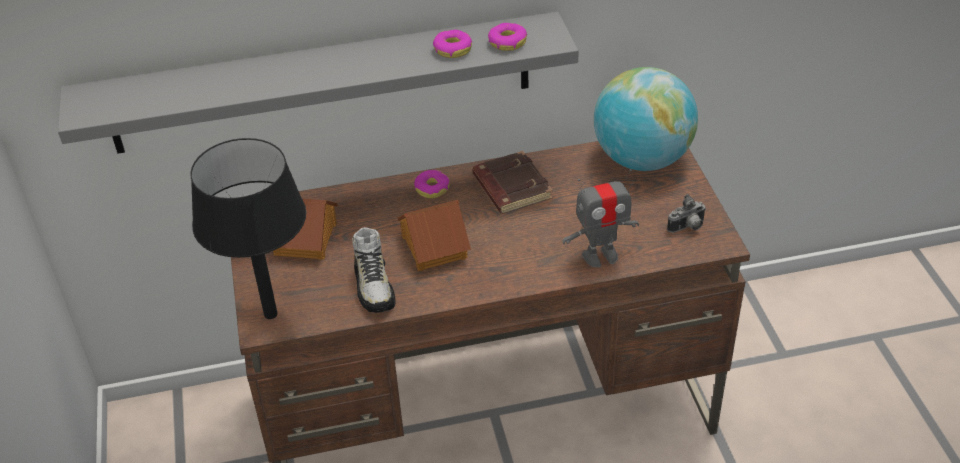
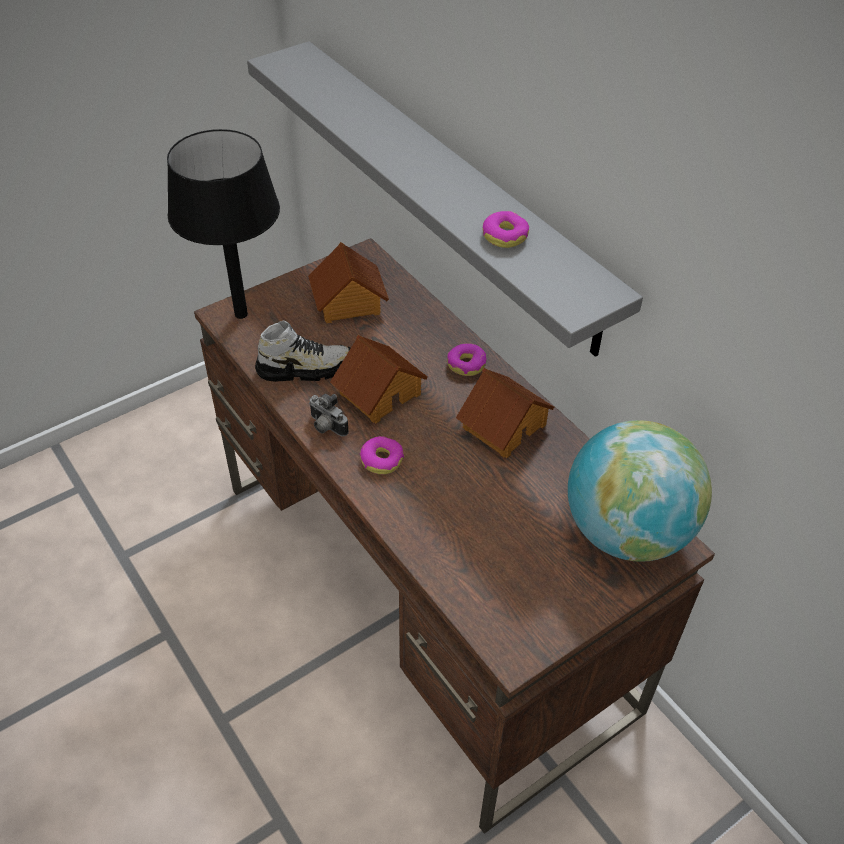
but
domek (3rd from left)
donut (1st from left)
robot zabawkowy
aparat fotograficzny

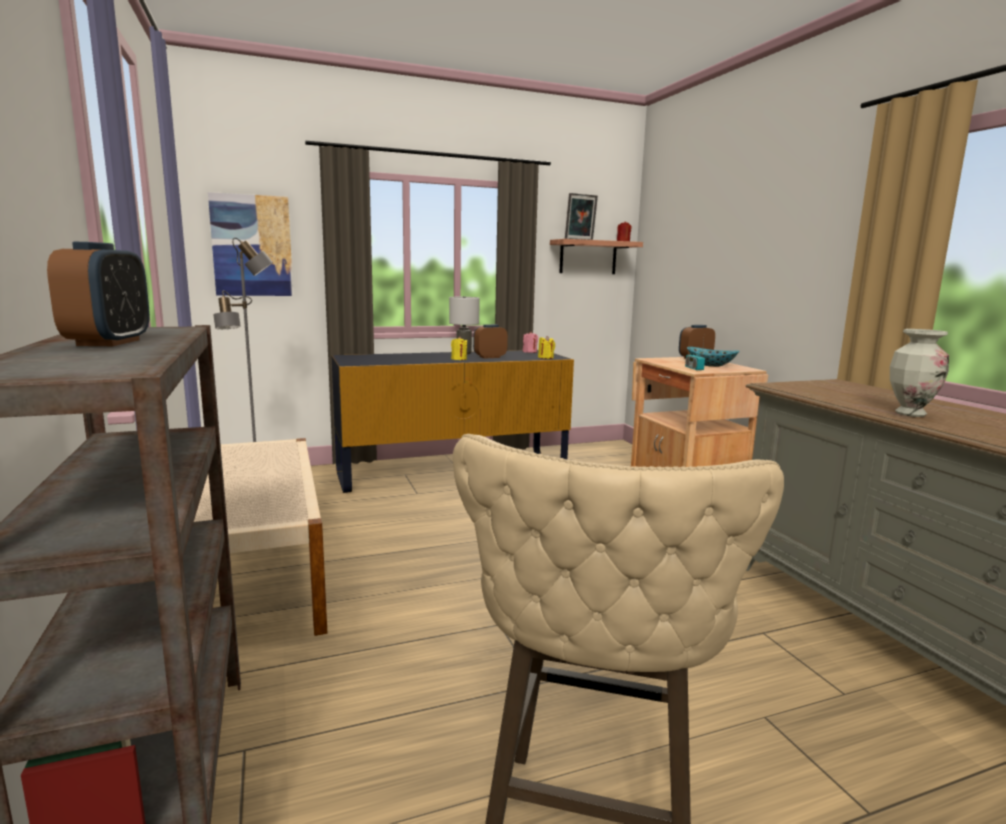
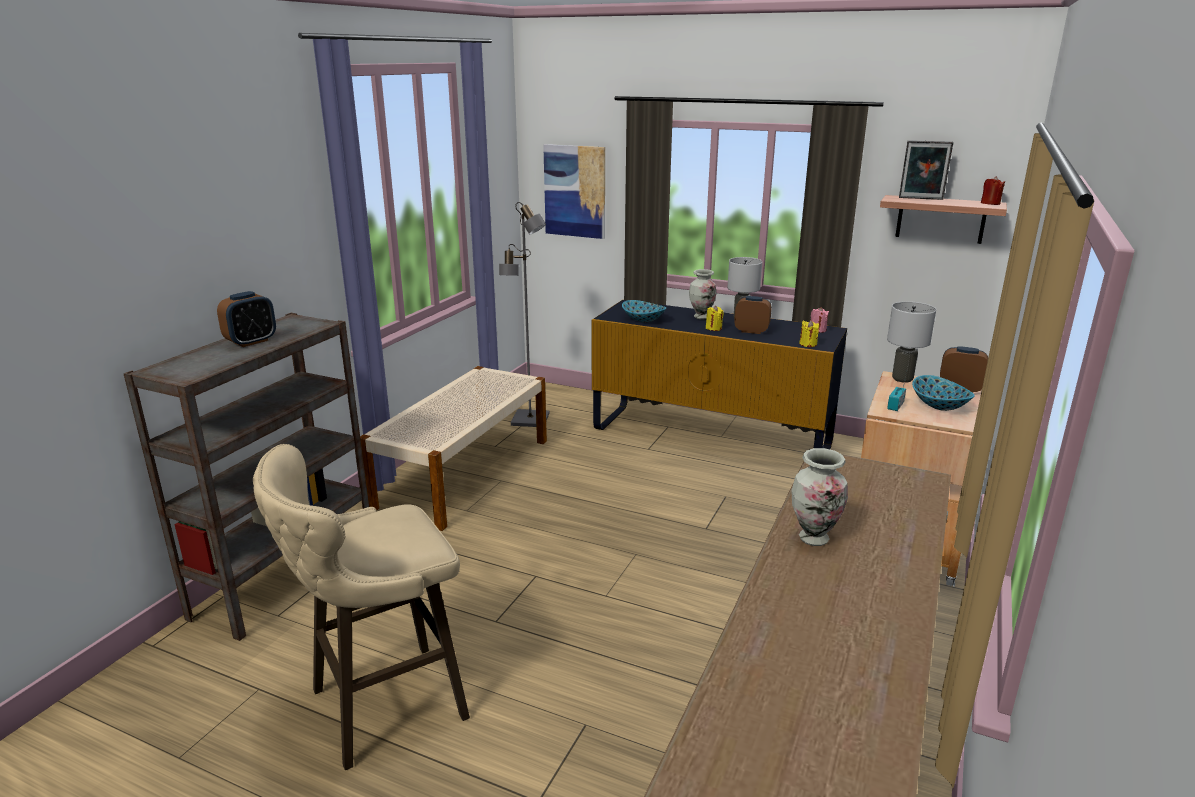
miska (1st from left)
wazon (1st from left)
lampa stołowa [biały] (2nd from left)

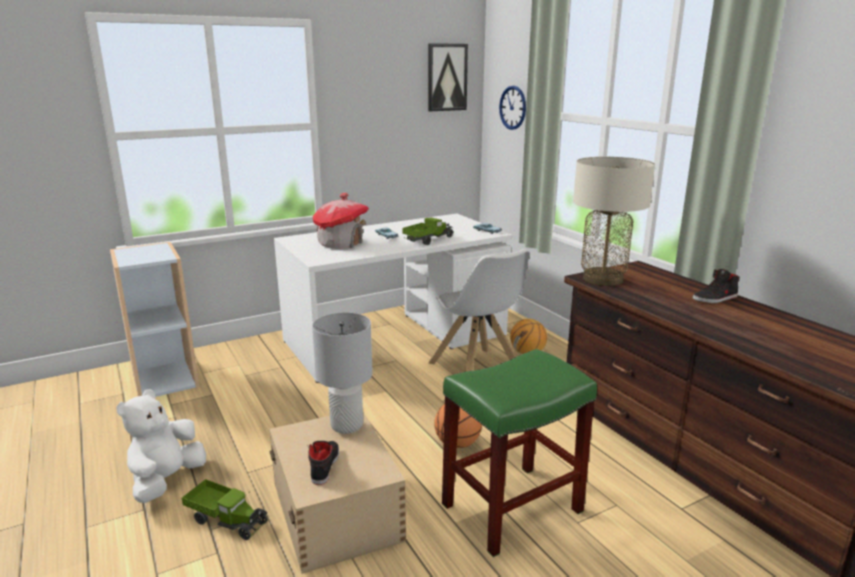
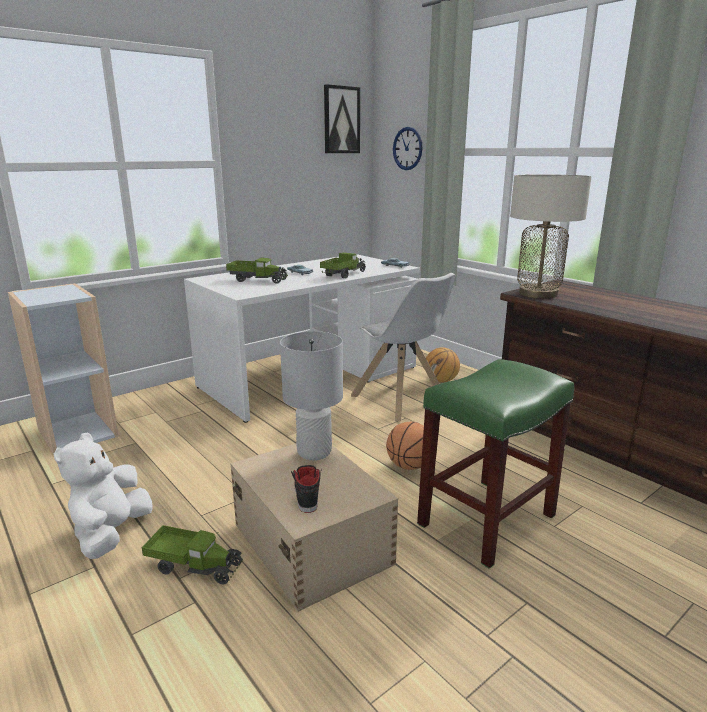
ciężarówka zabawkowa (2nd from left)
but [czarny] (2nd from left in the first image)

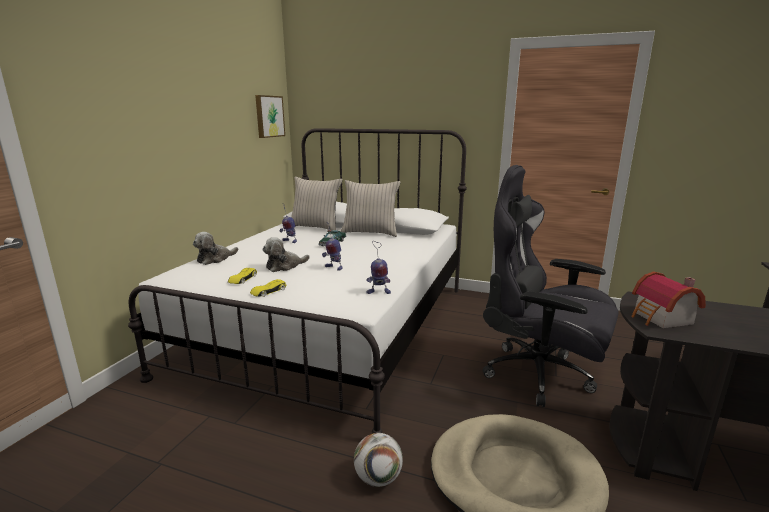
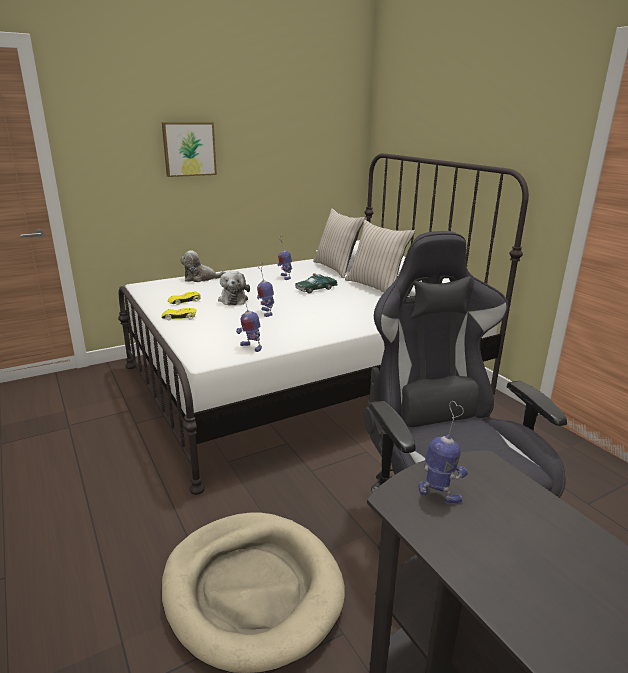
obraz
pluszak (2nd from left)
piłka futbolowa
robot zabawkowy (4th from left)

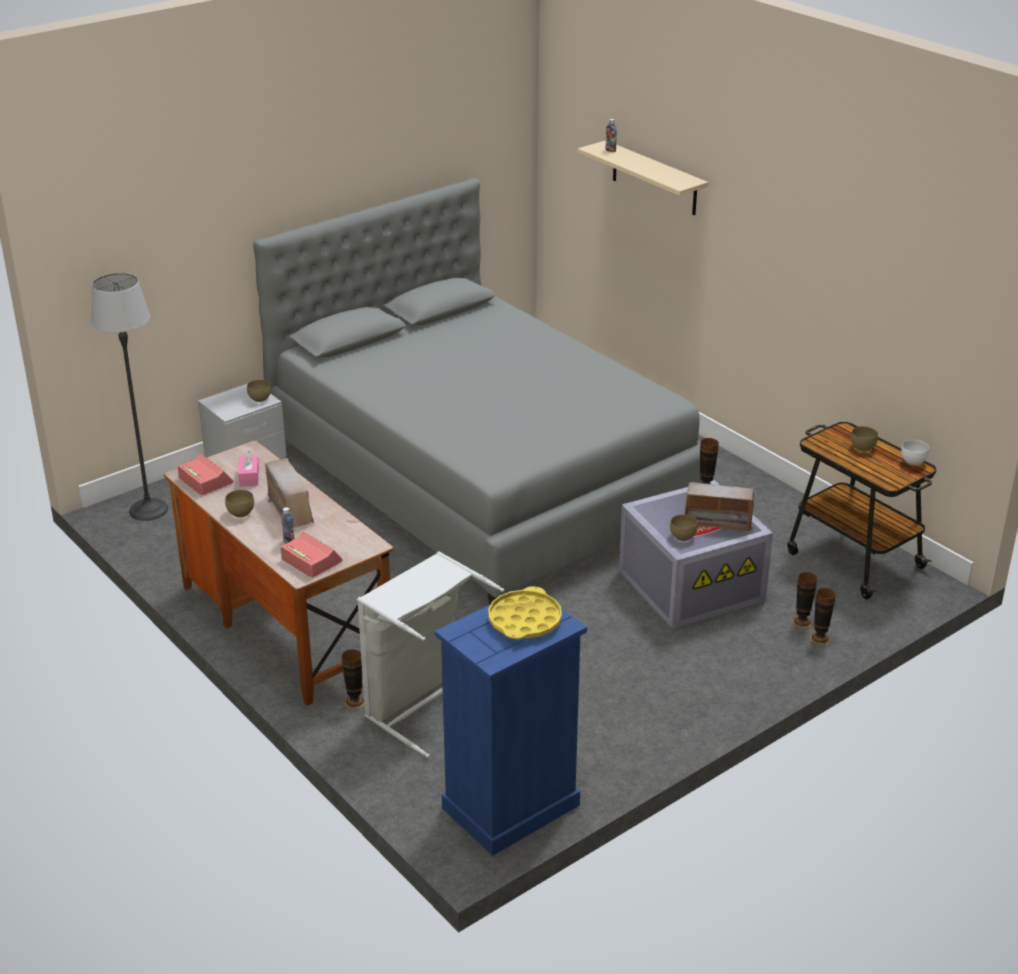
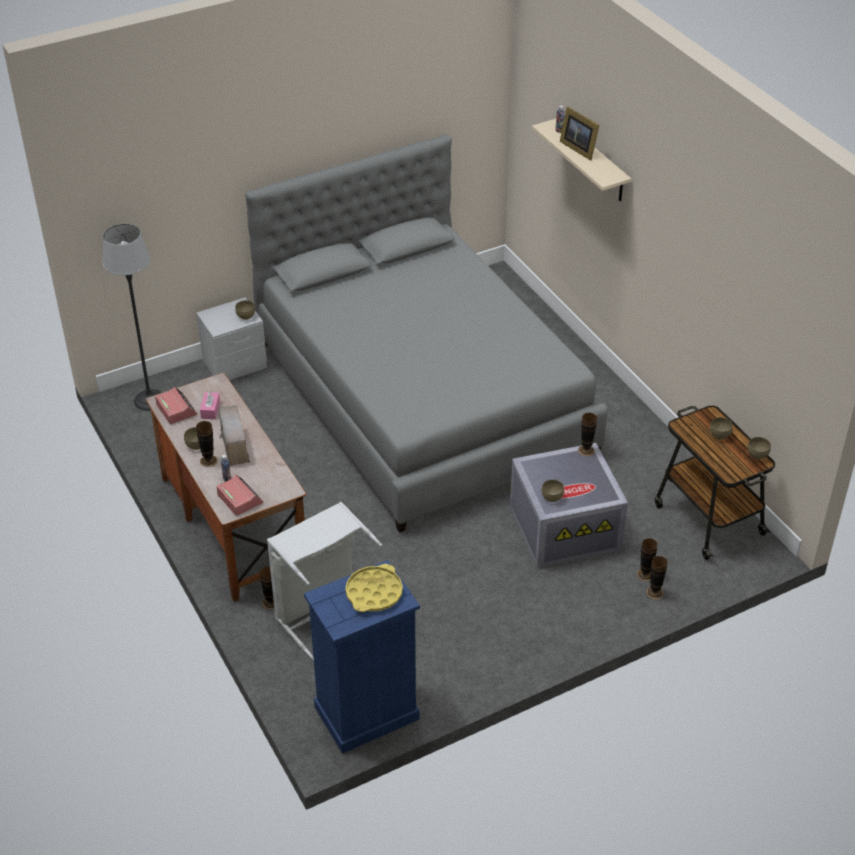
radio (2nd from left in the first image)
miska [brązowy] (5th from left)
wazon (1st from left)
ramka na zdjęcie

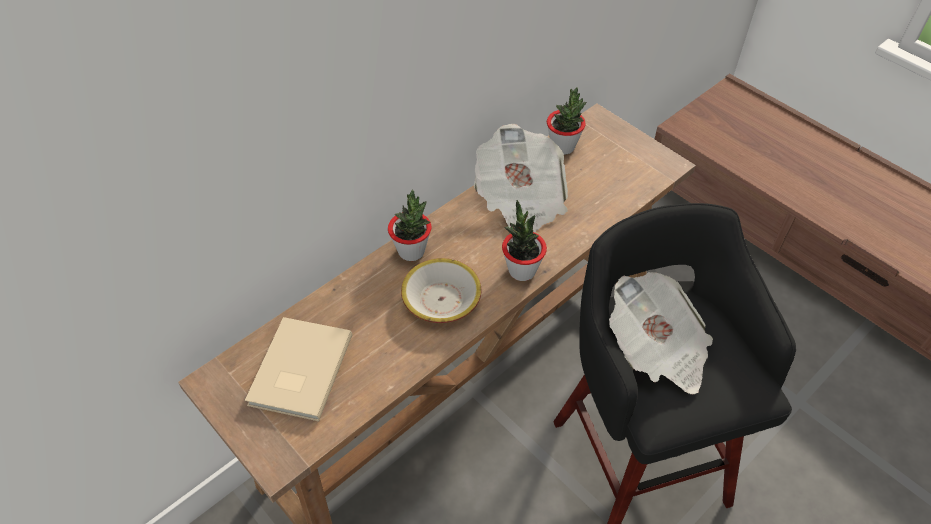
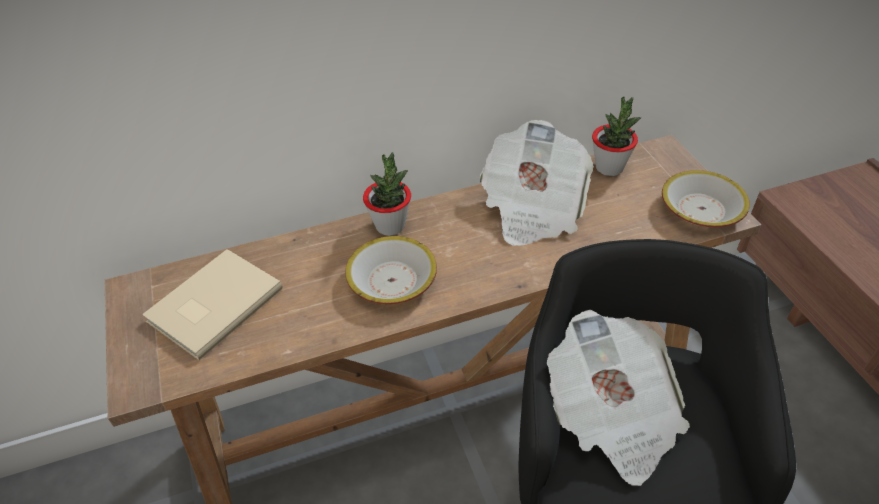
roślina doniczkowa (2nd from left in the first image)
miska (2nd from left)

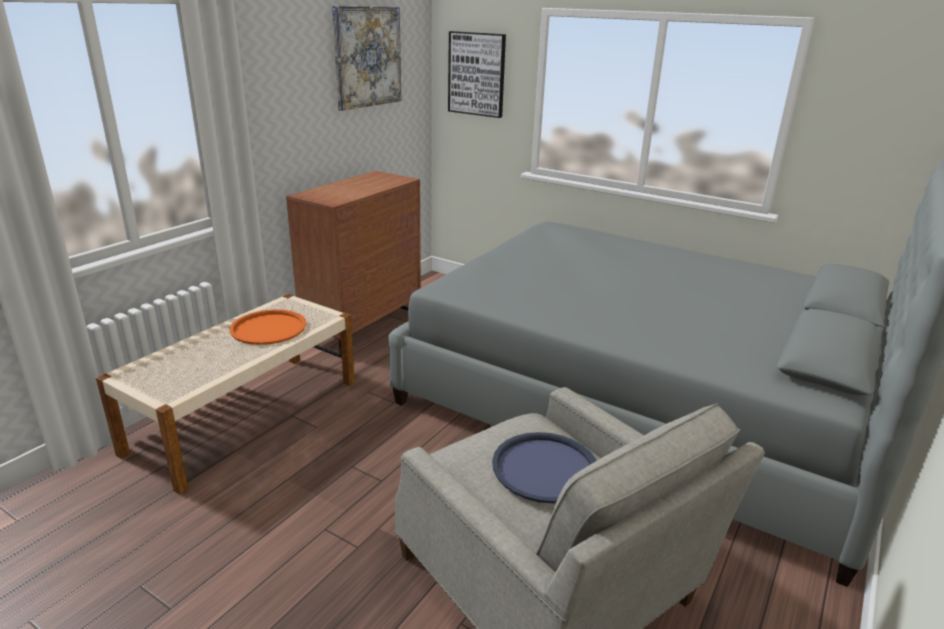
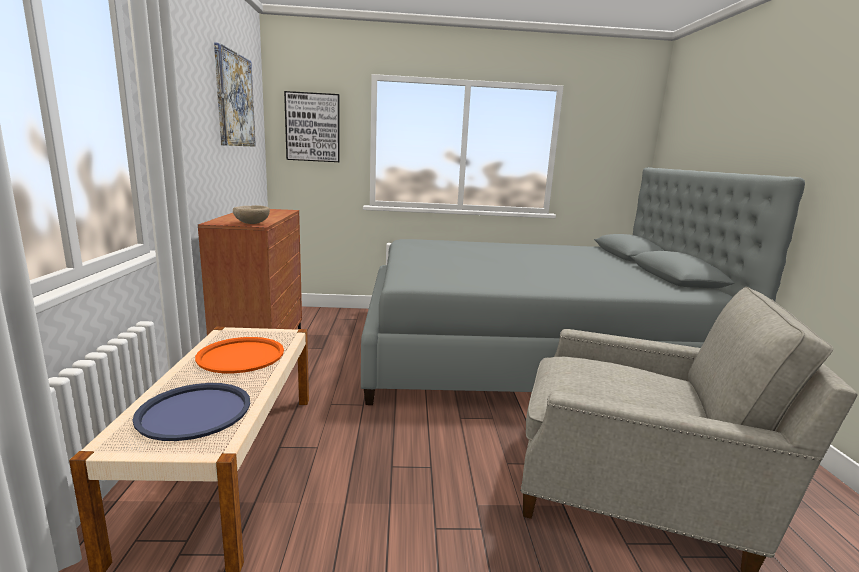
taca [niebieski]
miska [beżowy]

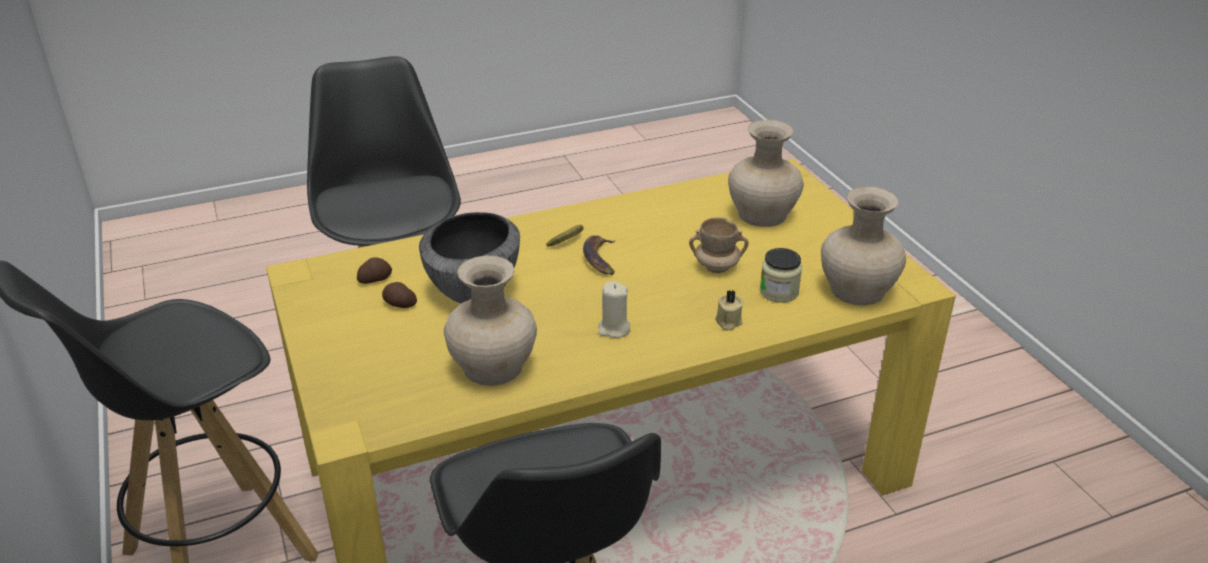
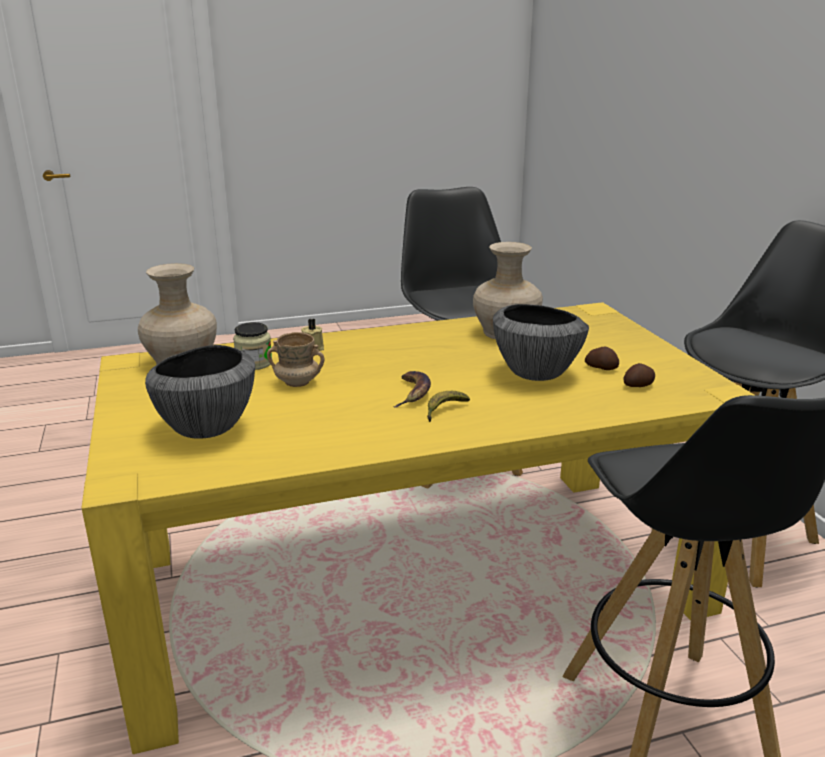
świeca [beżowy] (1st from left in the first image)
miska (1st from left)

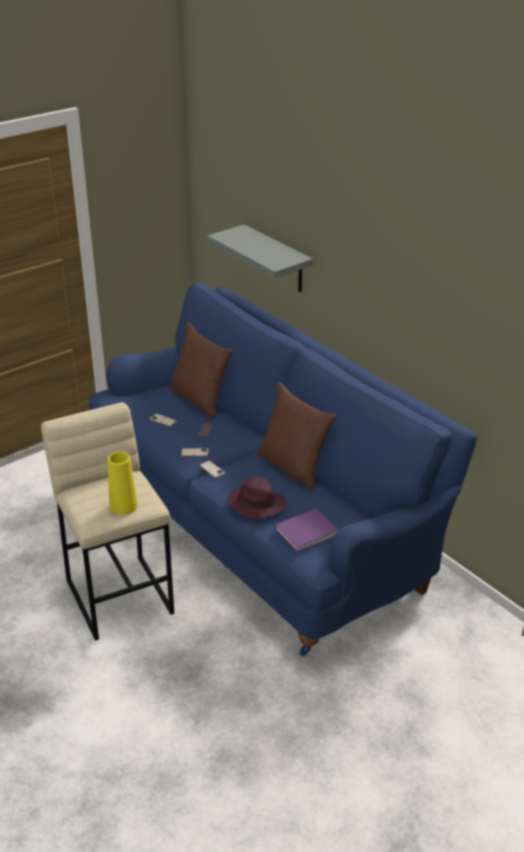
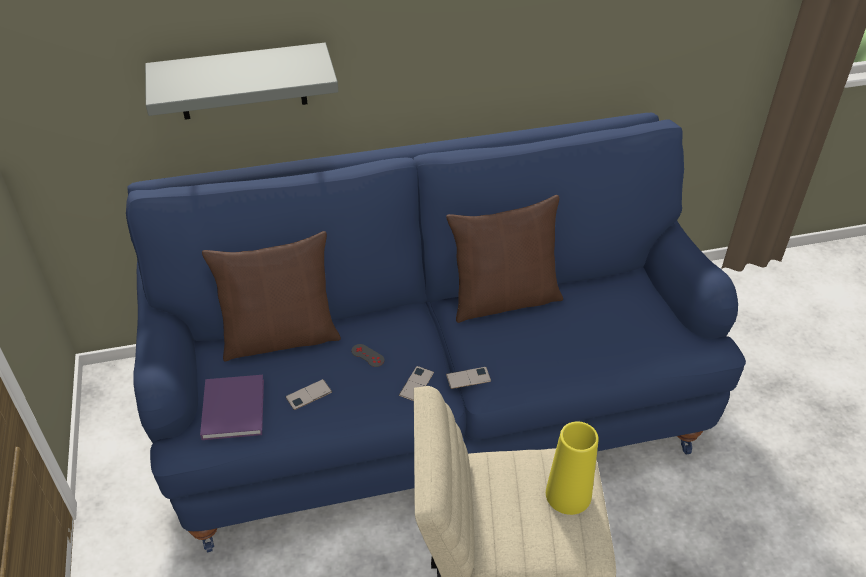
kapelusz [fioletowy]
książka [fioletowy]

